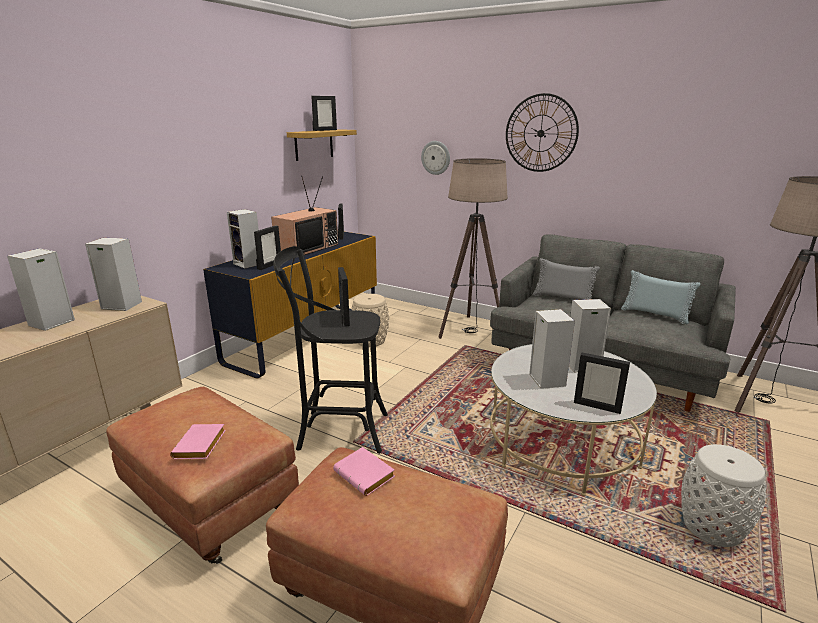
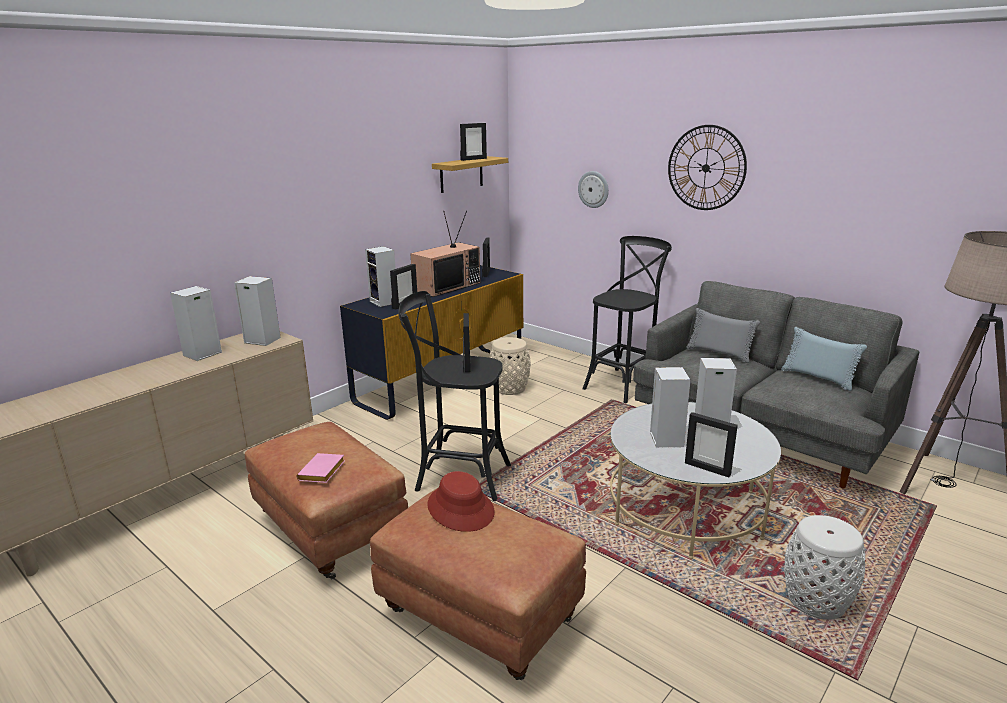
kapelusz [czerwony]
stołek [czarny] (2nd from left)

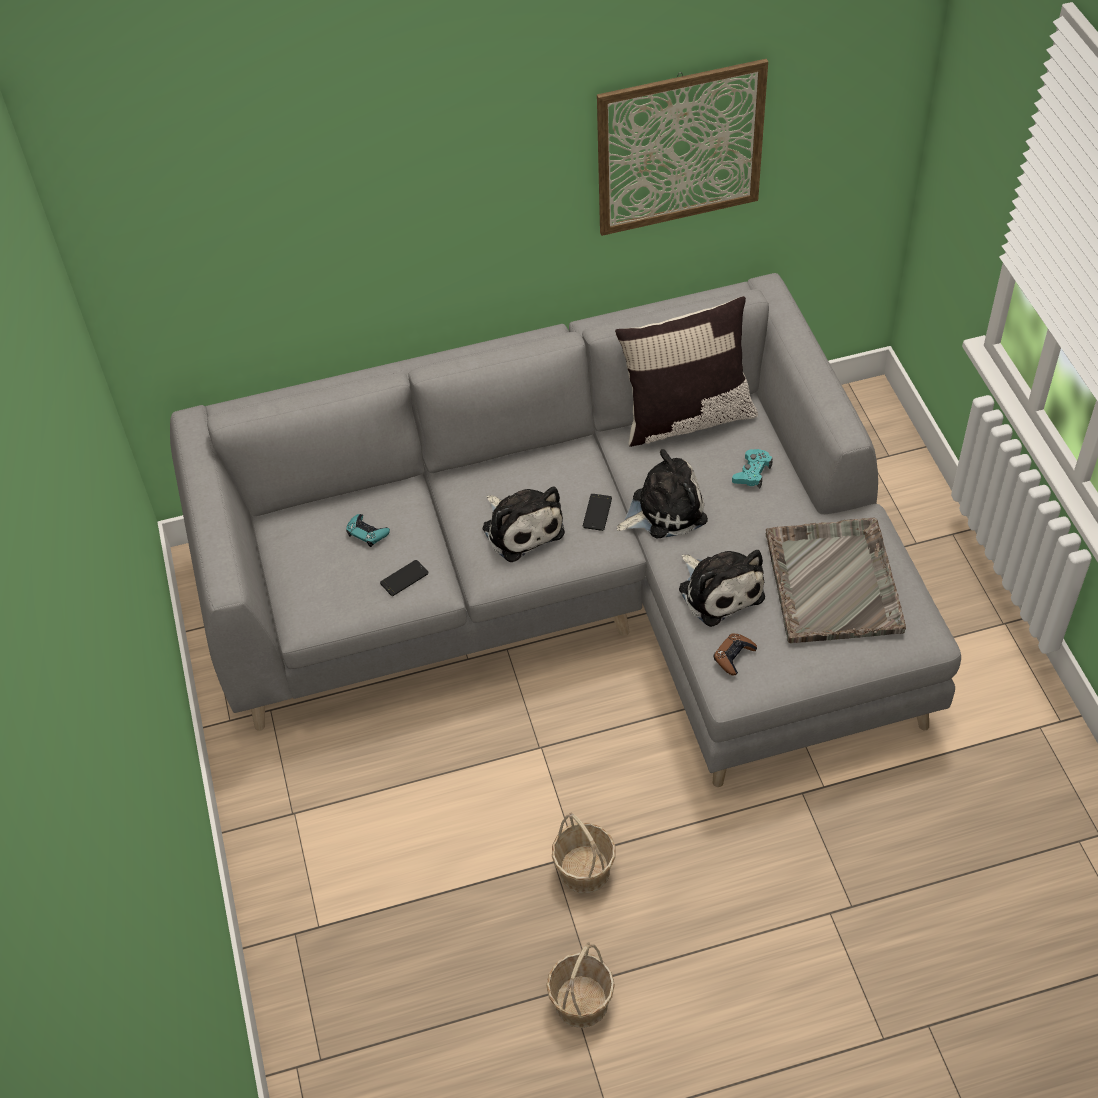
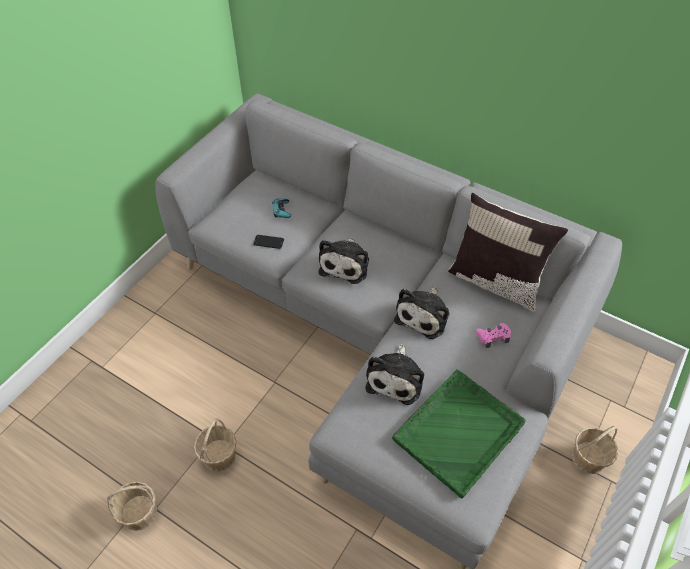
telefon (2nd from left in the first image)
obraz
pluszak (3rd from left)
pad do gier [brązowy]
pad do gier [różowy]
taca [zielony]
koszyk (3rd from left)

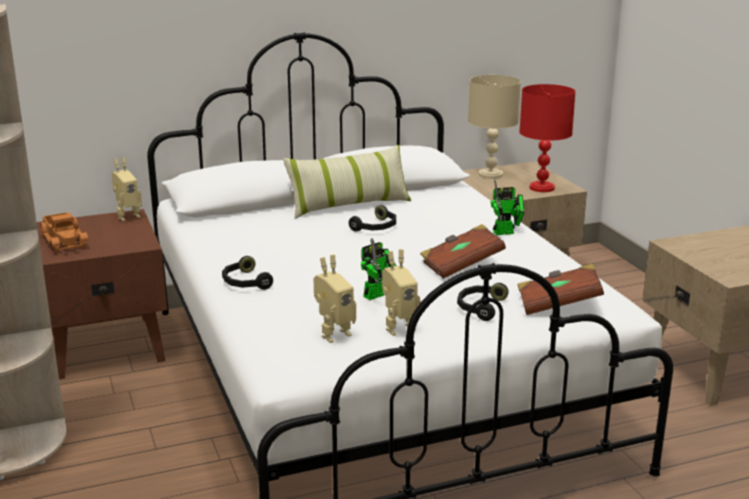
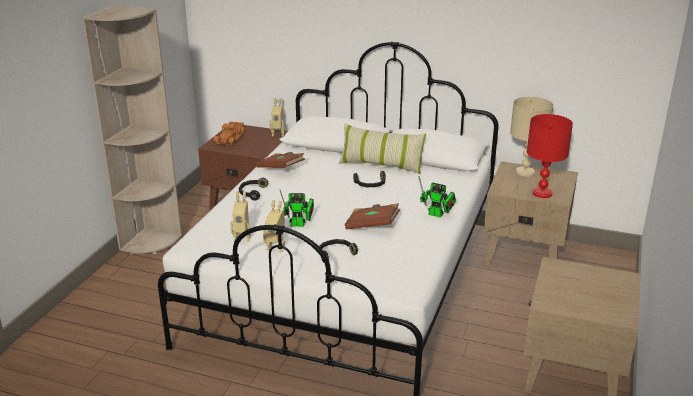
książka [brązowy] (1st from left)

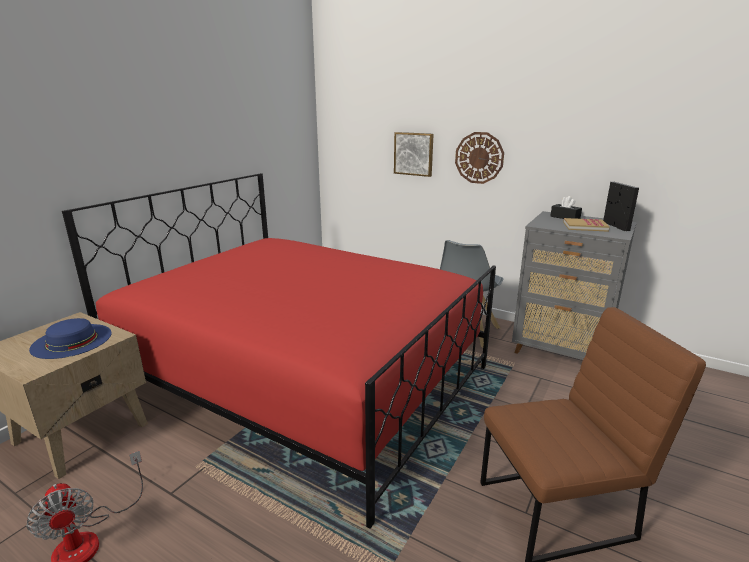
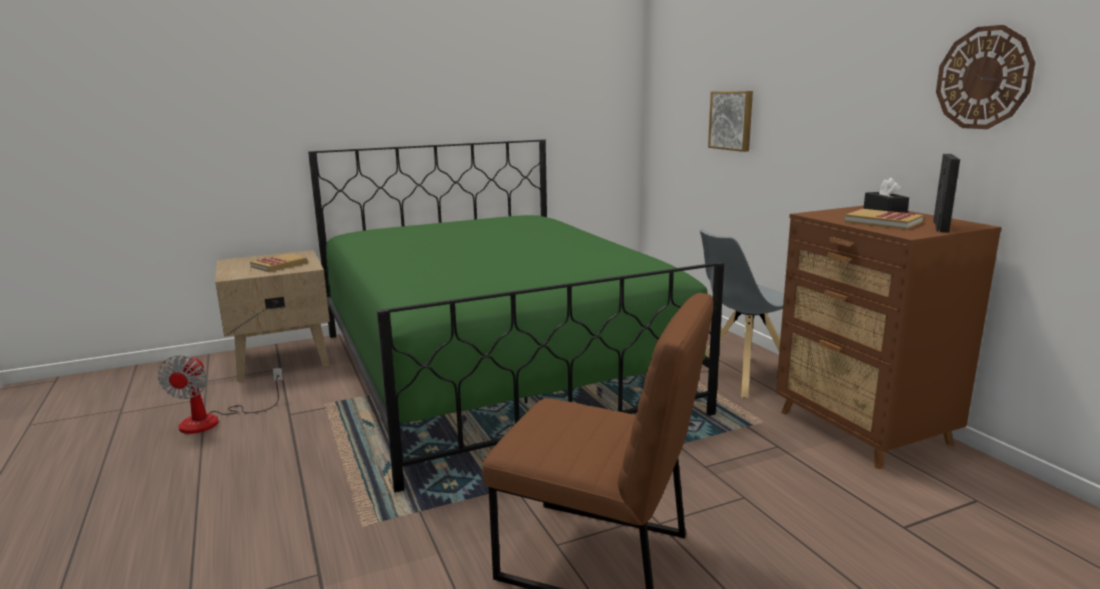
książka (1st from left)
łóżko [zielony]
zegar ścienny
komoda [brązowy]

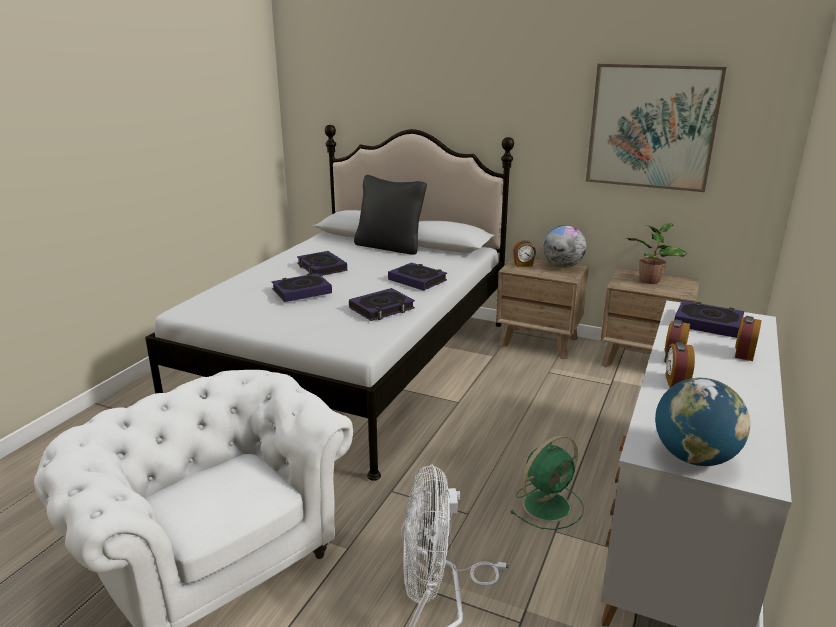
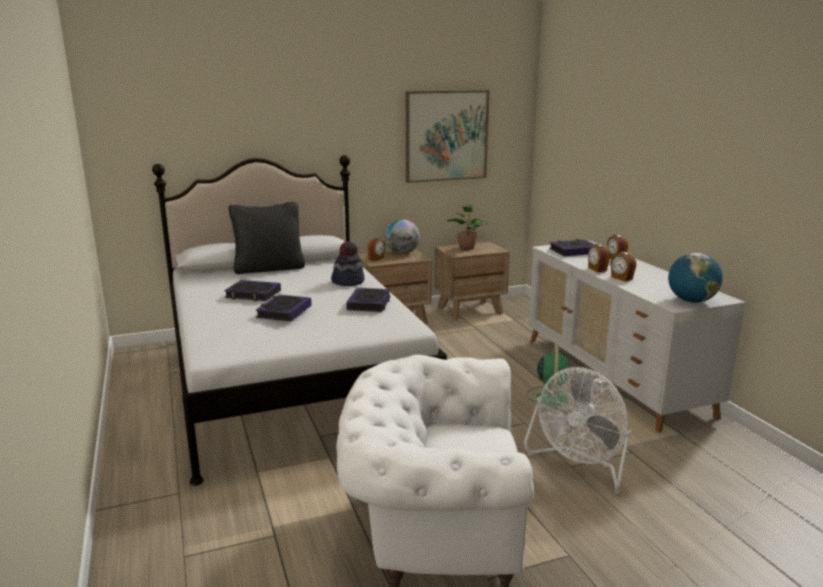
kapelusz

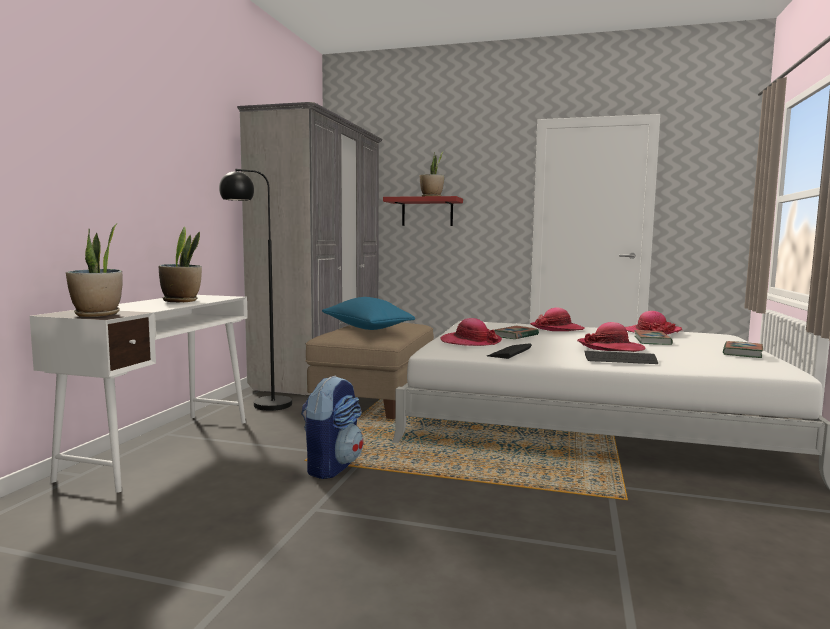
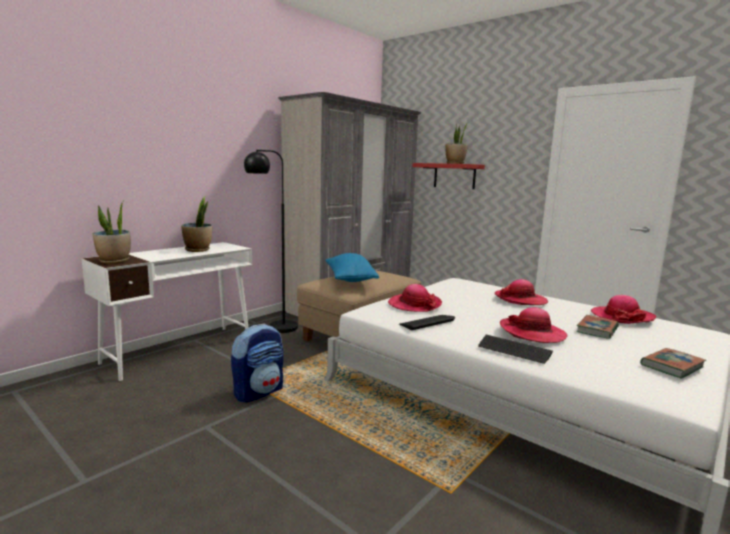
książka (1st from left in the first image)

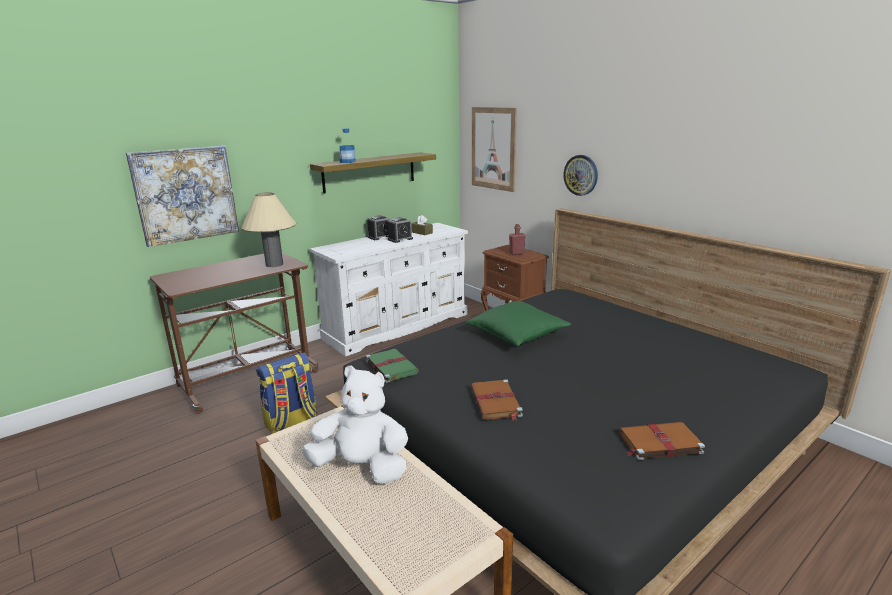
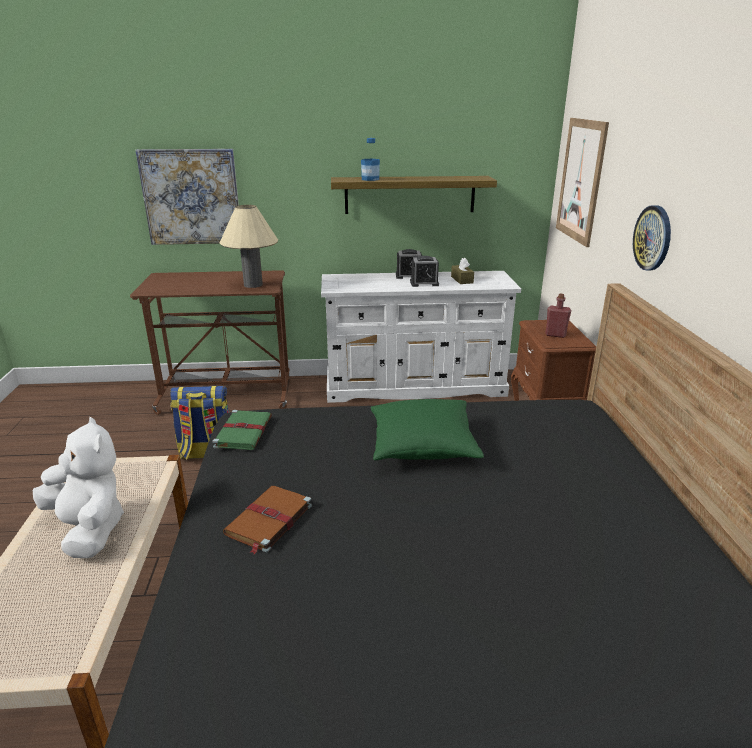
książka [brązowy] (2nd from left in the first image)

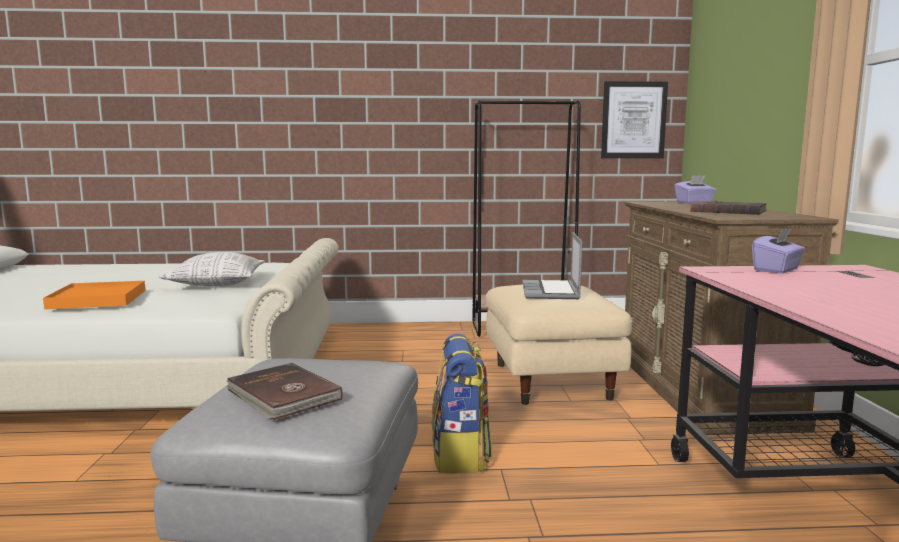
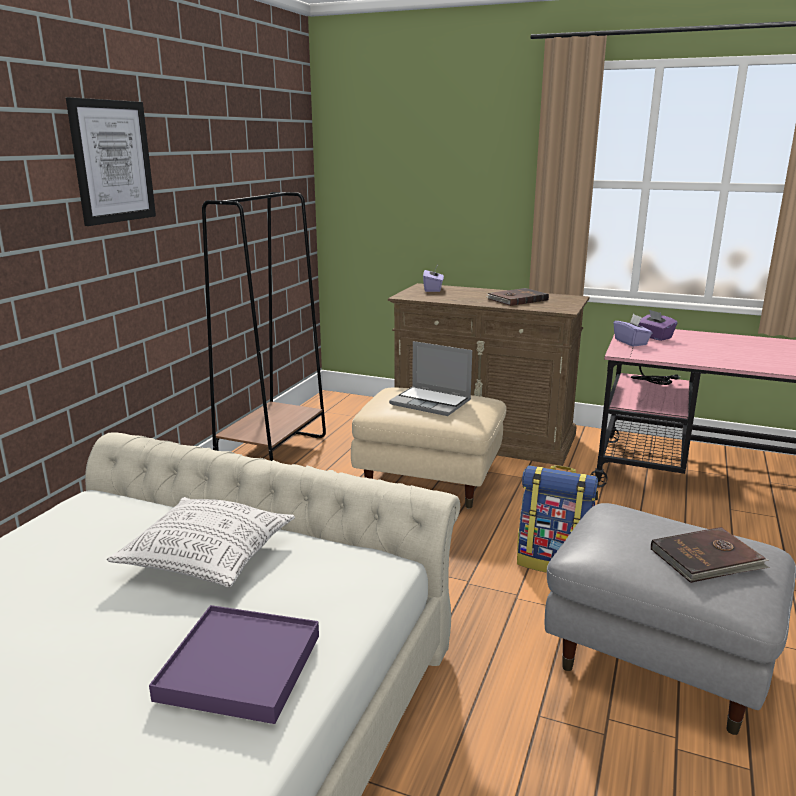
taca [fioletowy]
obraz
pudełko chusteczek [fioletowy] (3rd from left)

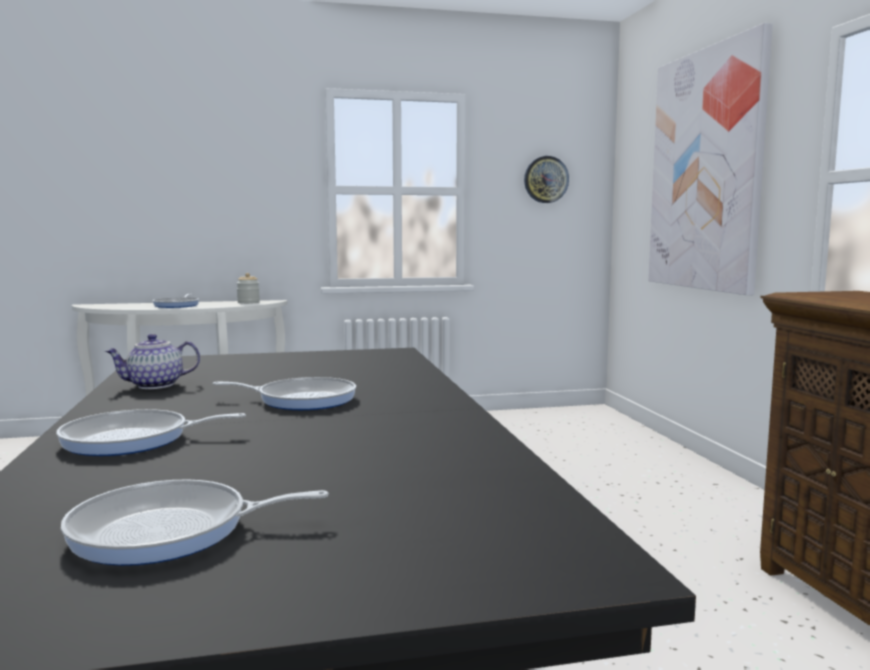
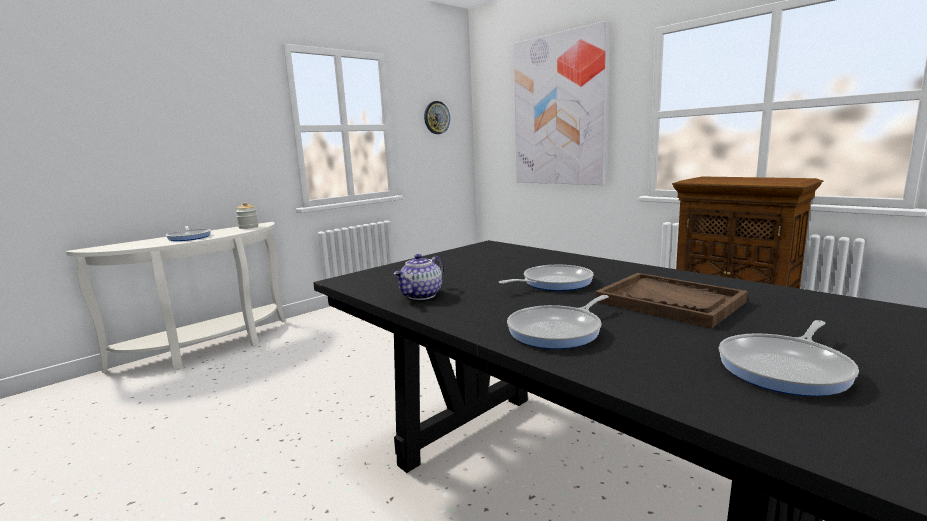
taca [brązowy]

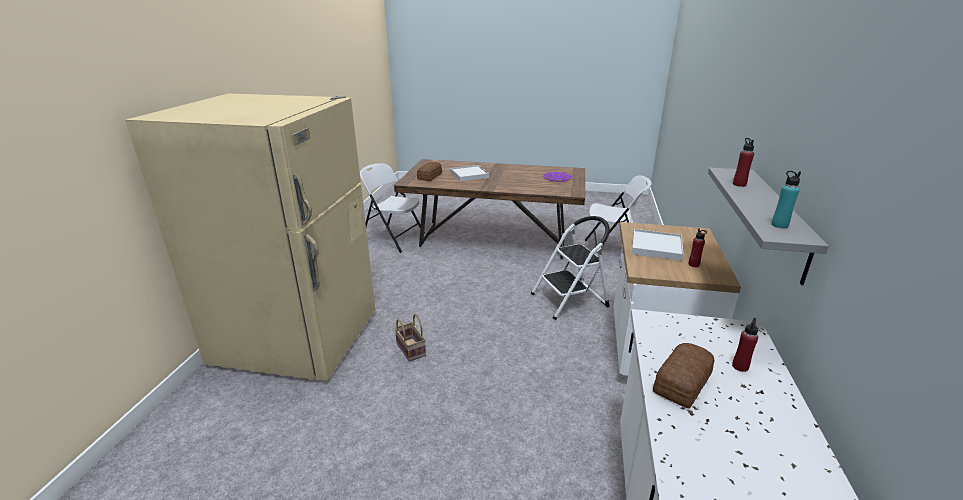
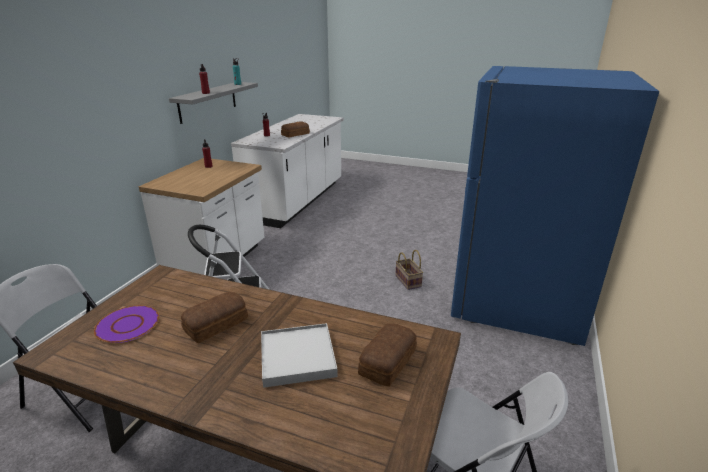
lodówka [niebieski]
taca [biały] (2nd from left in the first image)
chleb (1st from left)

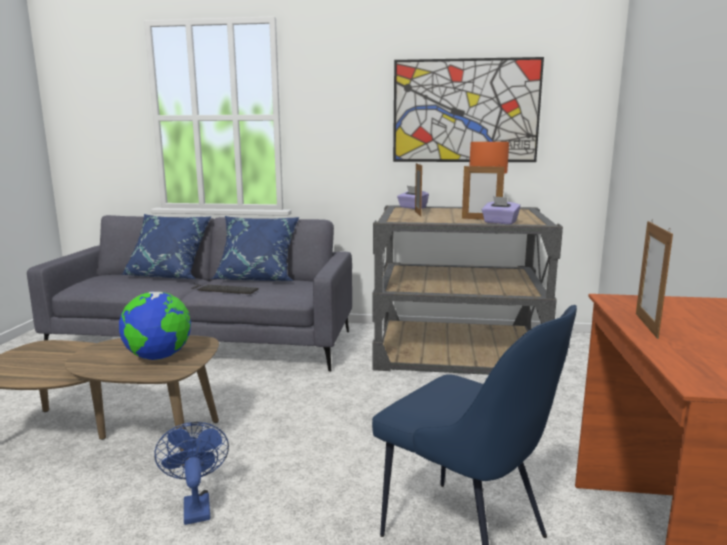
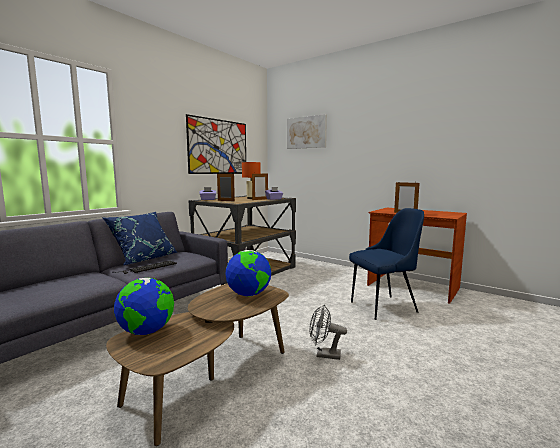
poduszka [niebieski] (1st from left in the first image)
wentylator [szary]
globus (1st from left)
obraz (2nd from left)

